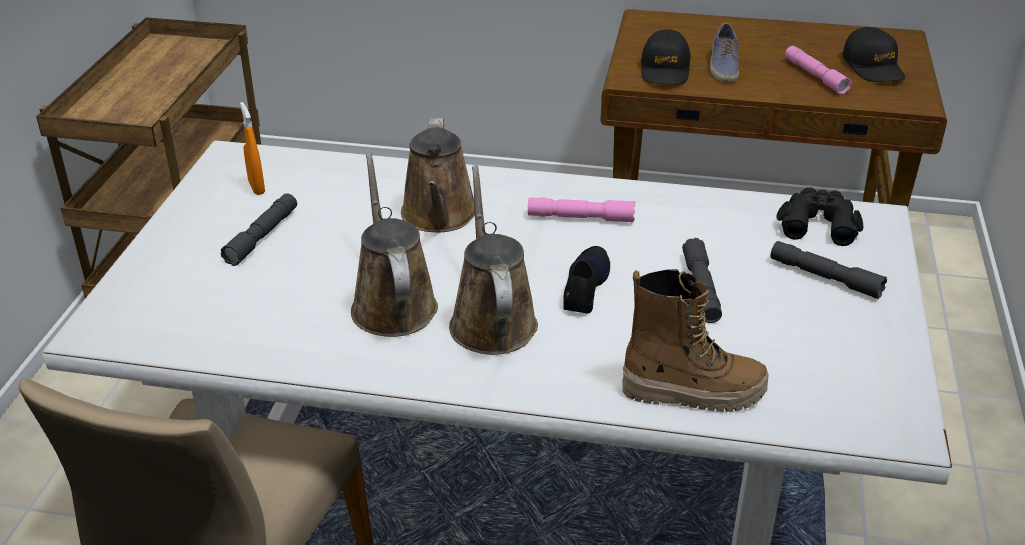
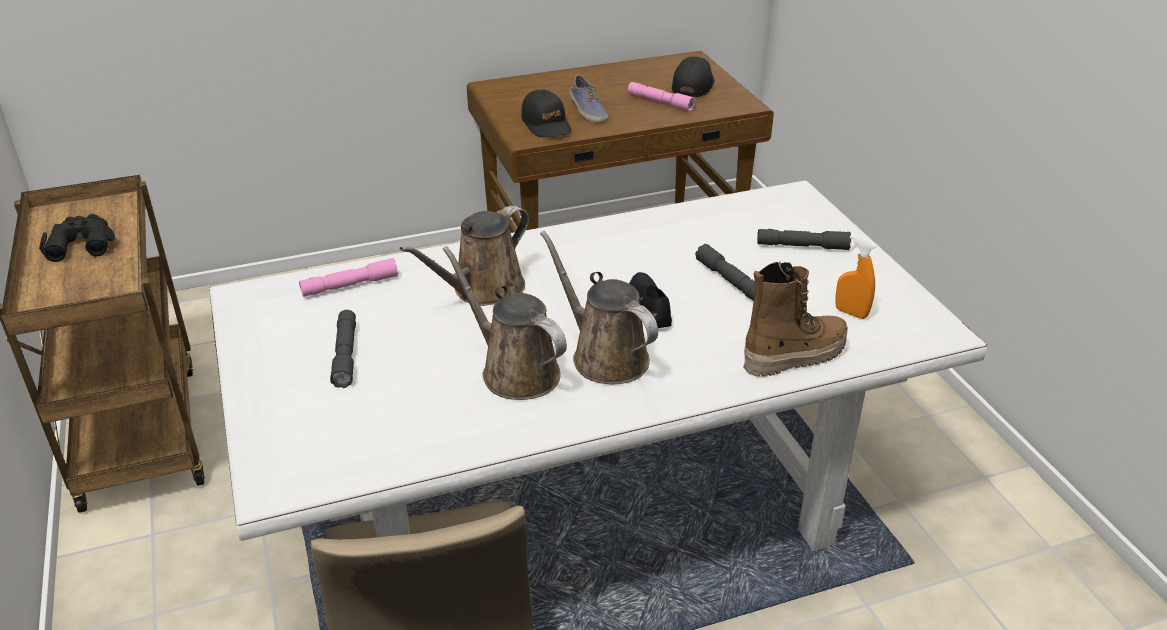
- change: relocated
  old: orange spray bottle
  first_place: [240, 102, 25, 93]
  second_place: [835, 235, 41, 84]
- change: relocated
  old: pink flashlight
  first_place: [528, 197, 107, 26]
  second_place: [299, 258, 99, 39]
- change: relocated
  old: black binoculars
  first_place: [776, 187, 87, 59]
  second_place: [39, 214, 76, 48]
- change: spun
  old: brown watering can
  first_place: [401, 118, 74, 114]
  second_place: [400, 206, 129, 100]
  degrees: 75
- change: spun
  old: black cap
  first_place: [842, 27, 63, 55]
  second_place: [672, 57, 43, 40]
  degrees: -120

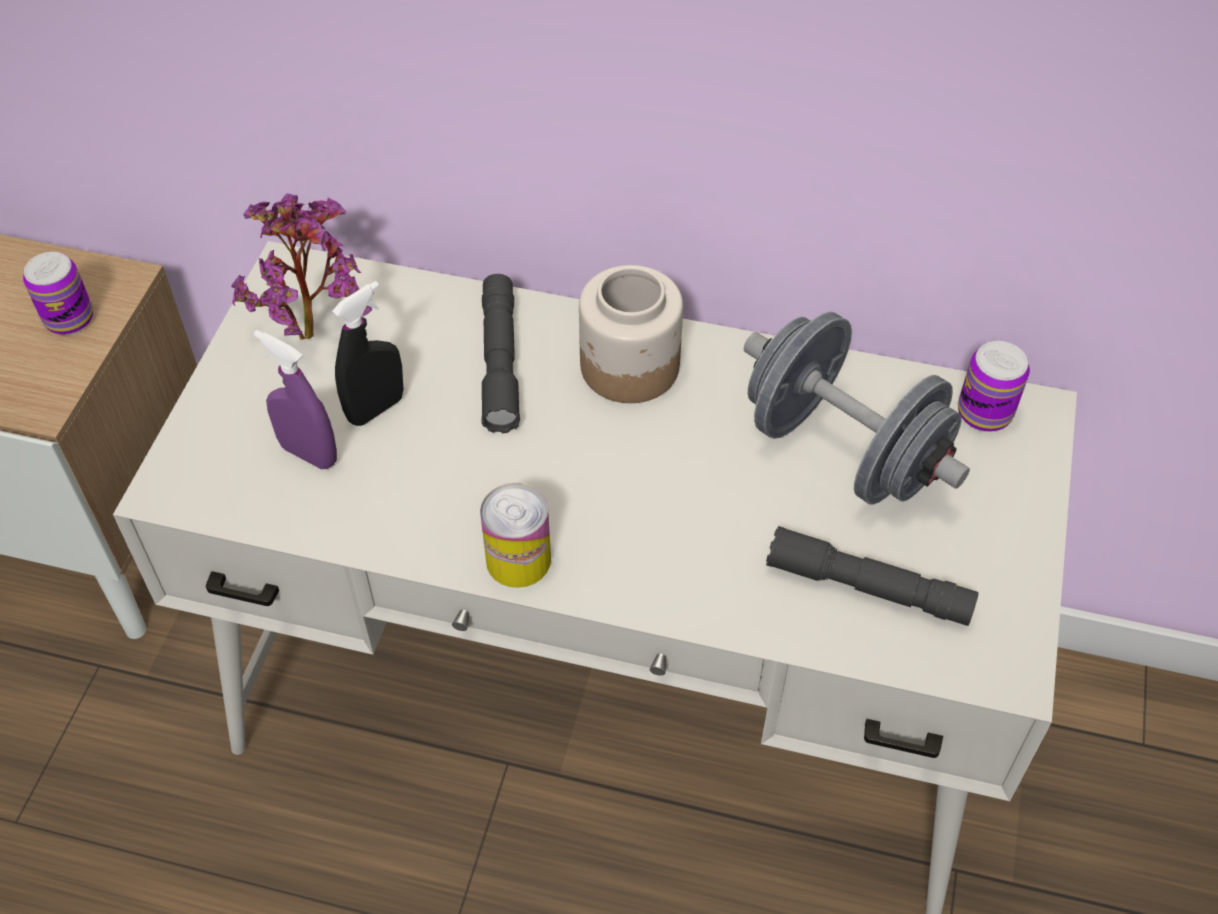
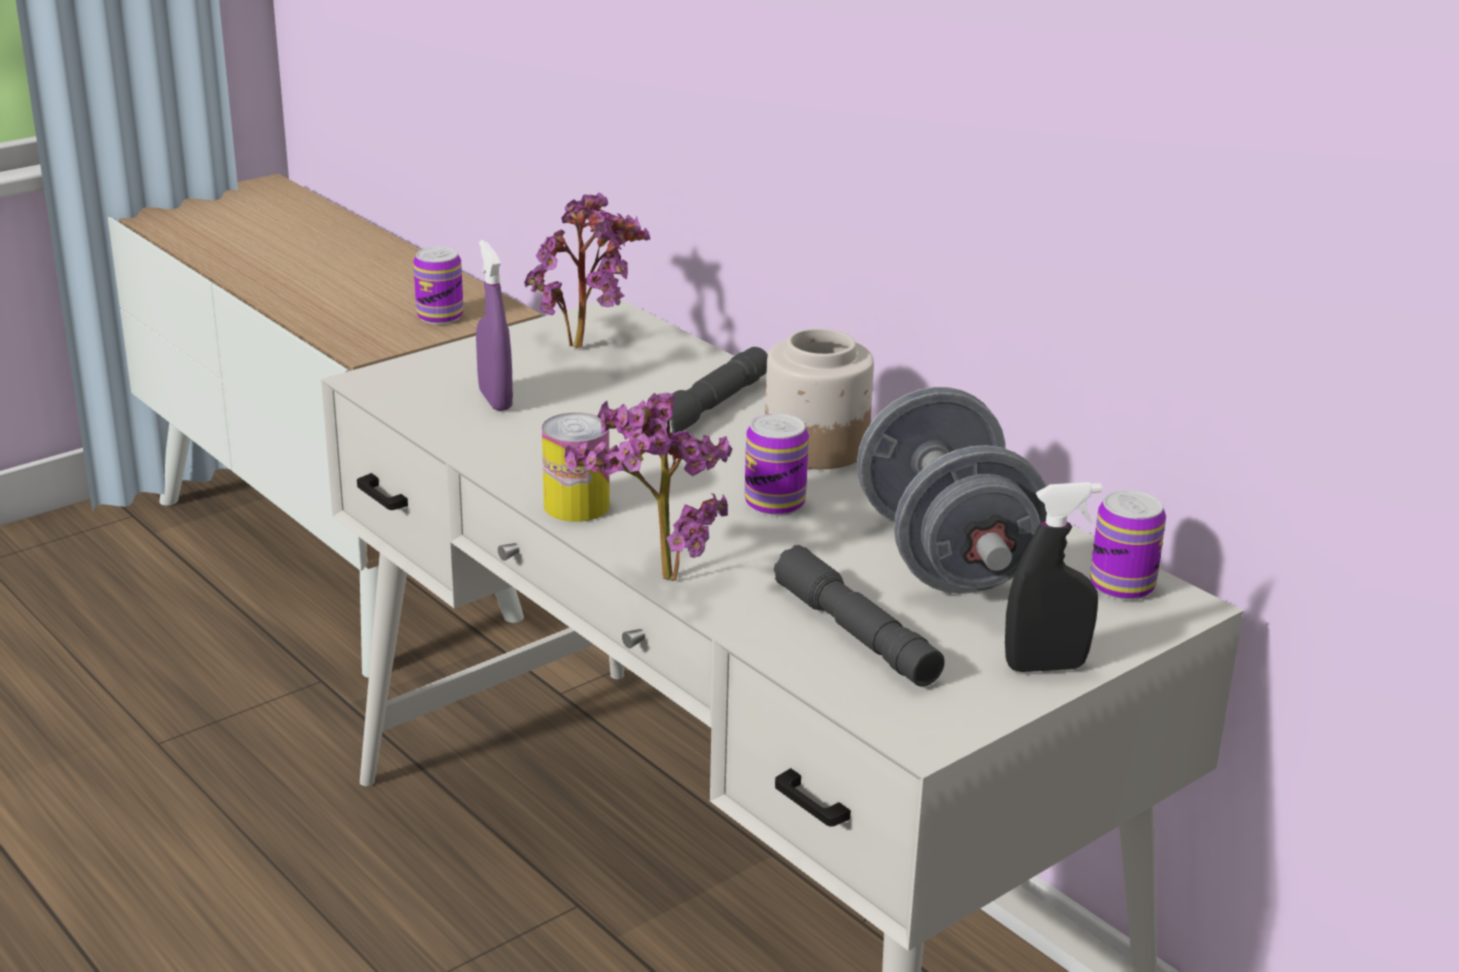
- change: appeared
  new: potted plant
  second_place: [565, 393, 167, 188]
- change: appeared
  new: can
  second_place: [745, 413, 64, 103]
- change: relocated
  old: black spray bottle
  first_place: [332, 281, 71, 145]
  second_place: [1005, 482, 97, 190]

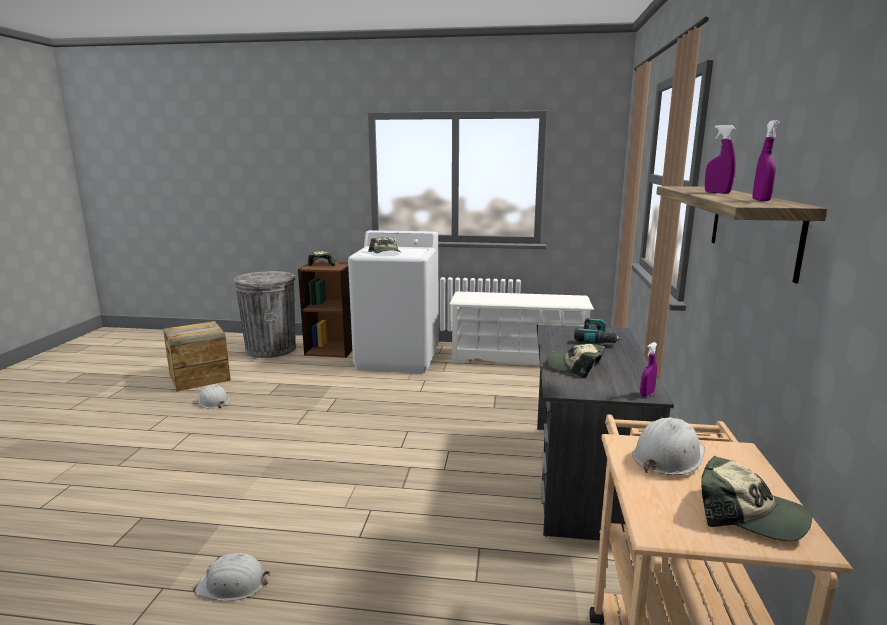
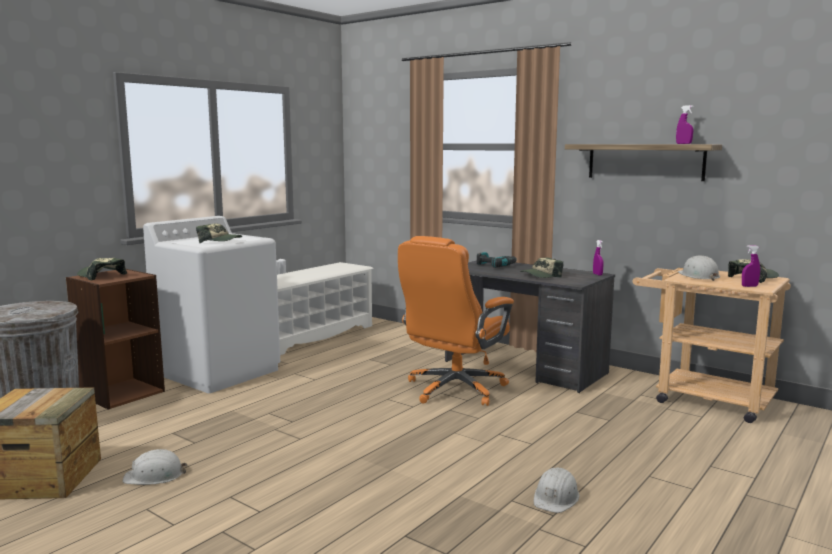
- change: appeared
  new: orange office chair
  second_place: [398, 236, 116, 170]
- change: relocated
  old: purple spray bottle
  first_place: [705, 125, 31, 69]
  second_place: [742, 245, 18, 42]

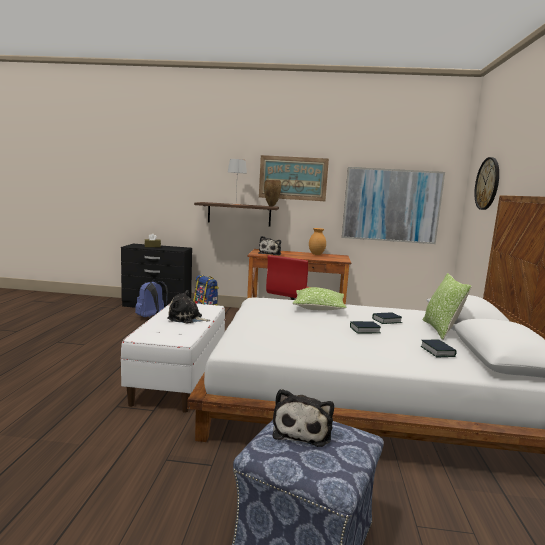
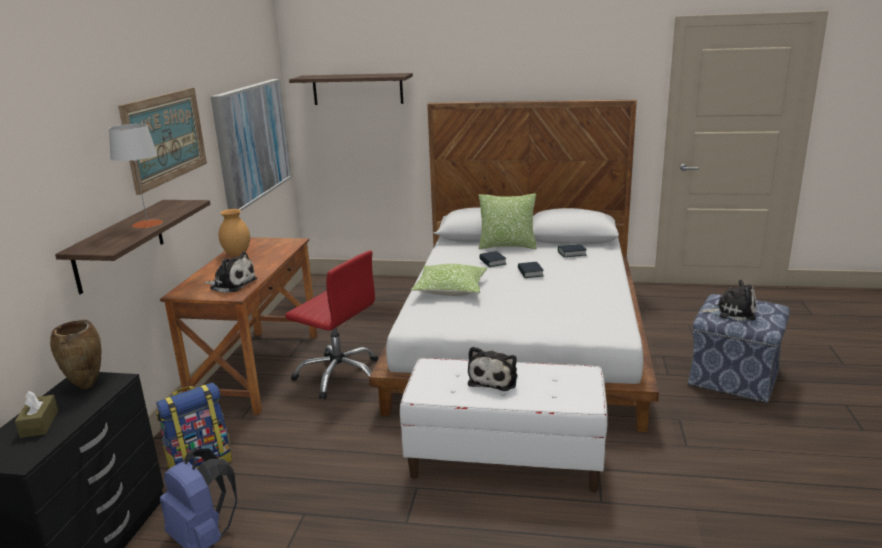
- change: relocated
  old: brown vase
  first_place: [264, 180, 17, 27]
  second_place: [50, 320, 51, 70]
- change: exchanged
  old: wall clock
  new: shelf
  first_place: [475, 157, 24, 53]
  second_place: [289, 73, 124, 32]

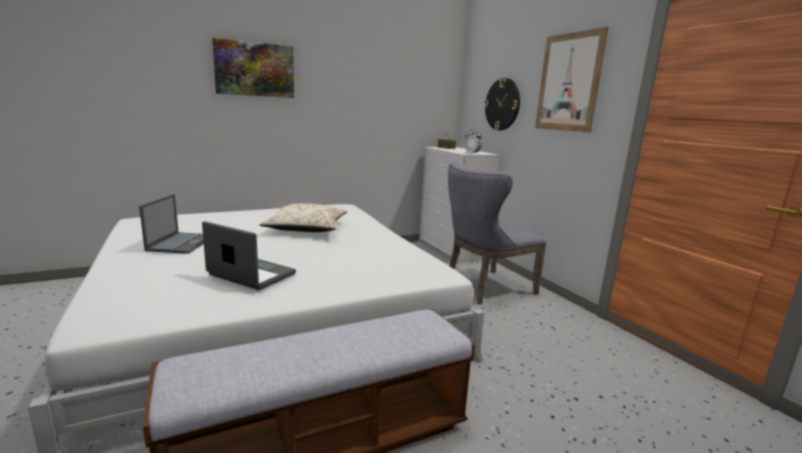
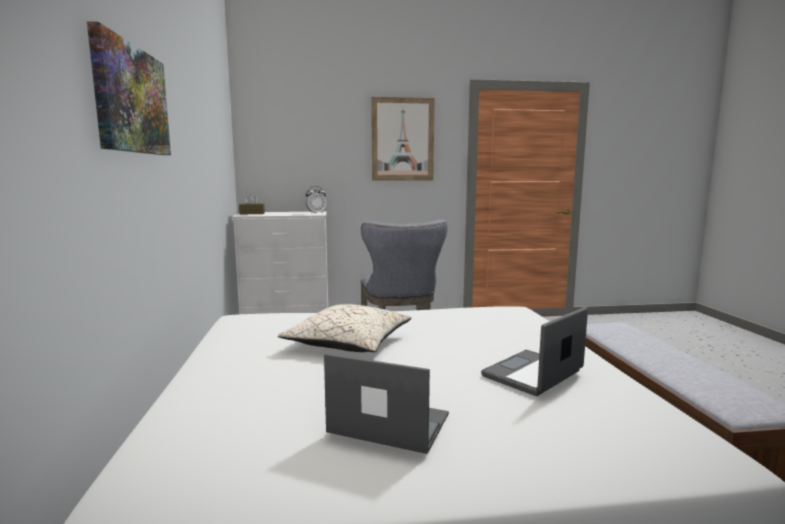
- change: missing
  old: wall clock
  first_place: [484, 78, 36, 53]

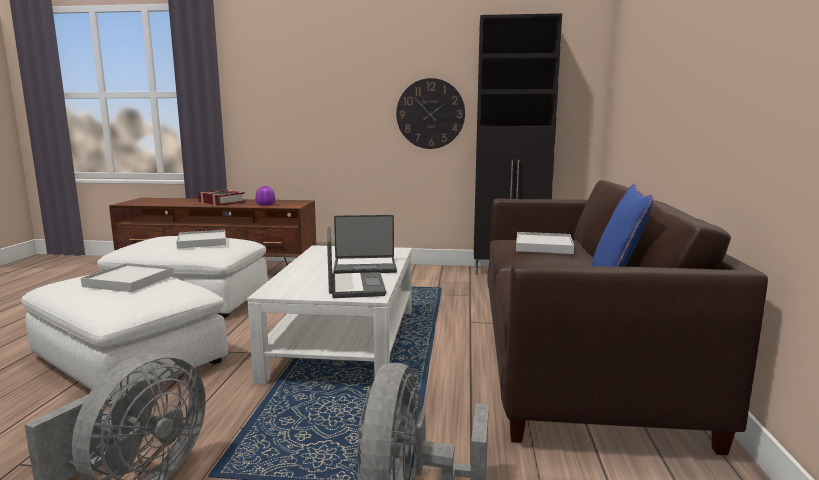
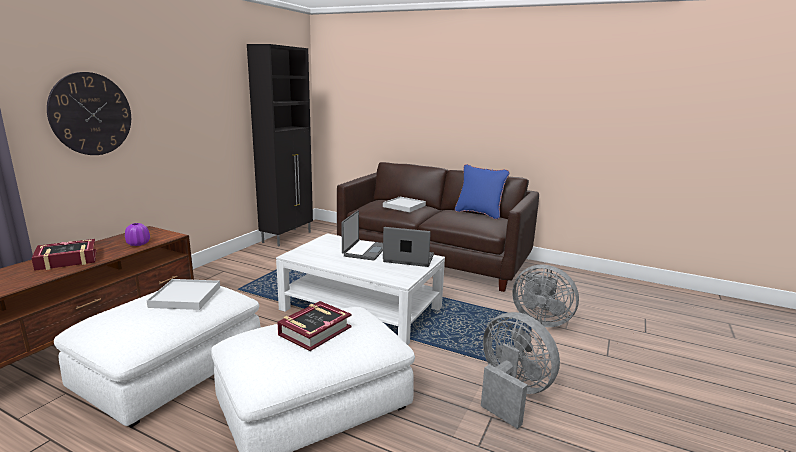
- change: relocated
  old: wall clock
  first_place: [396, 78, 69, 71]
  second_place: [47, 72, 84, 83]
- change: exchanged
  old: white tray
  new: book
  first_place: [81, 263, 93, 29]
  second_place: [277, 301, 75, 50]

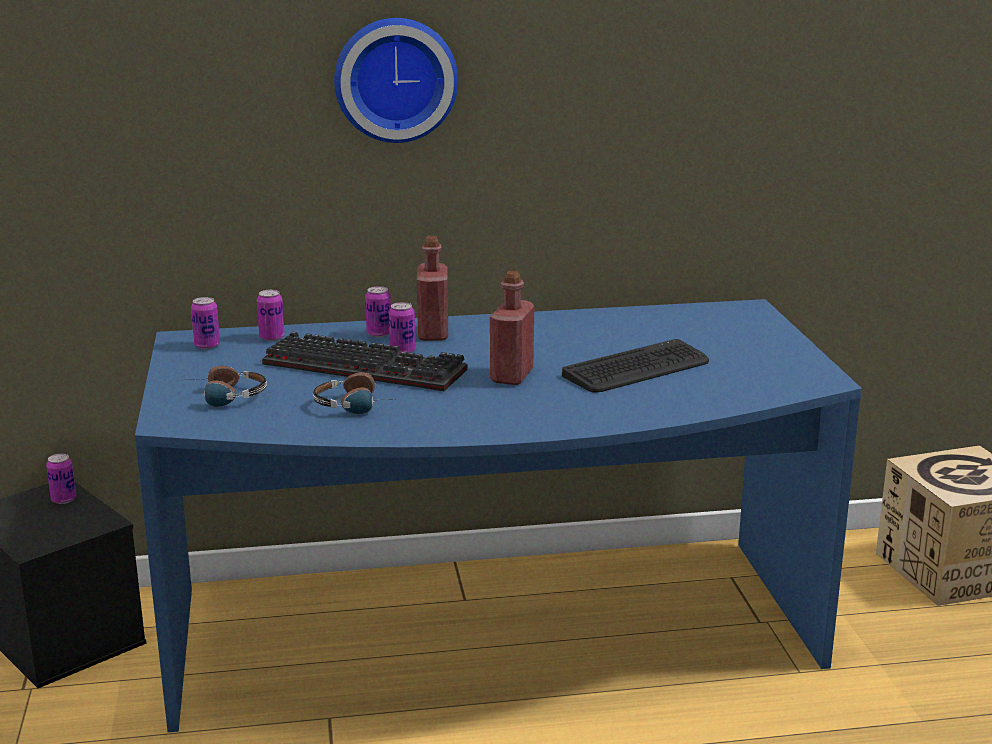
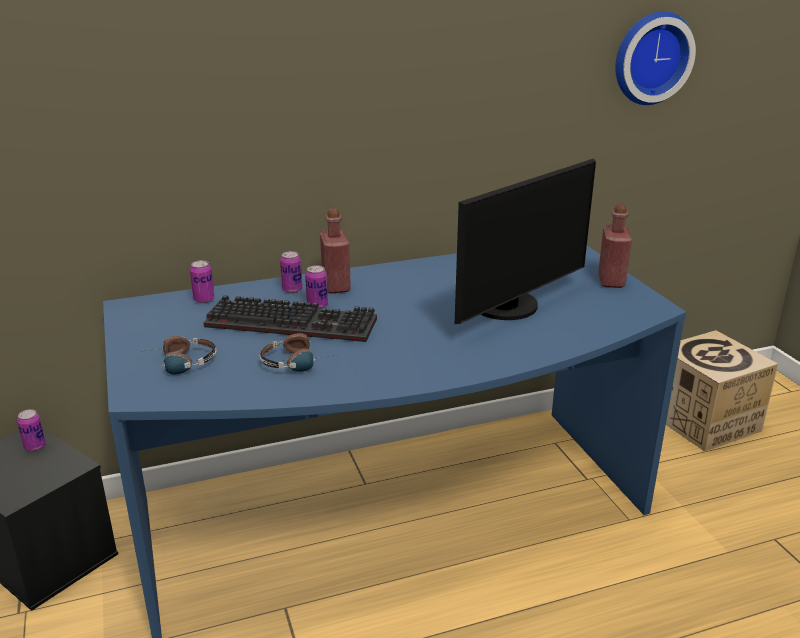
- change: missing
  old: can
  first_place: [191, 297, 29, 52]
- change: relocated
  old: wall clock
  first_place: [334, 18, 124, 125]
  second_place: [615, 11, 81, 94]
- change: relocated
  old: red bottle
  first_place: [490, 271, 44, 114]
  second_place: [598, 204, 34, 84]
- change: exchanged
  old: keyboard
  new: monitor
  first_place: [562, 339, 147, 54]
  second_place: [454, 159, 142, 166]

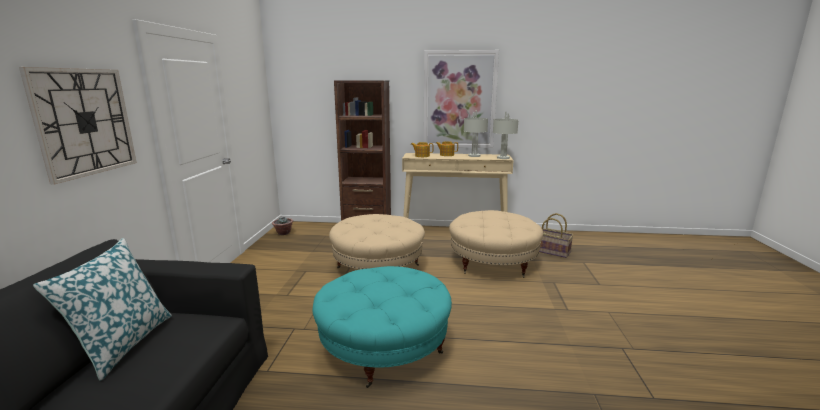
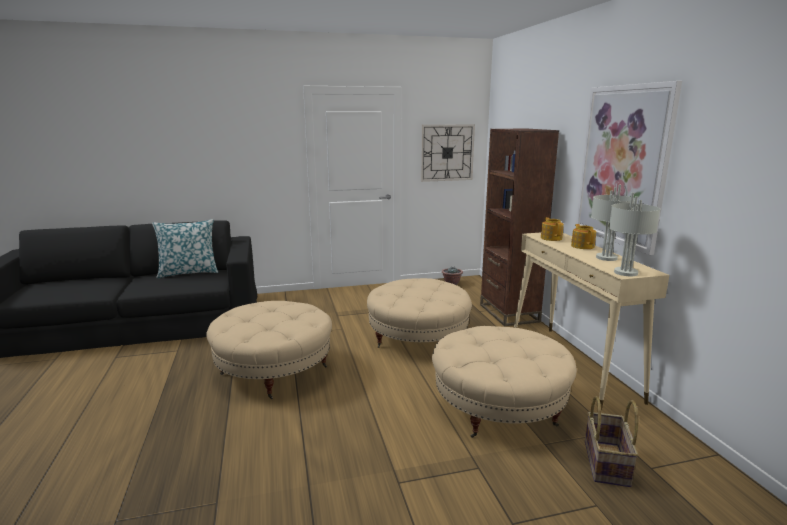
- change: relocated
  old: wall clock
  first_place: [19, 67, 118, 117]
  second_place: [421, 124, 54, 58]
- change: colour
  old: turquoise ottoman
  new: beige ottoman
  first_place: [312, 266, 140, 122]
  second_place: [206, 301, 126, 98]

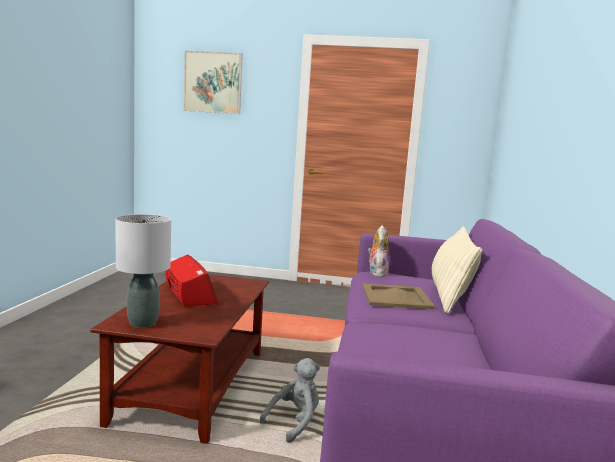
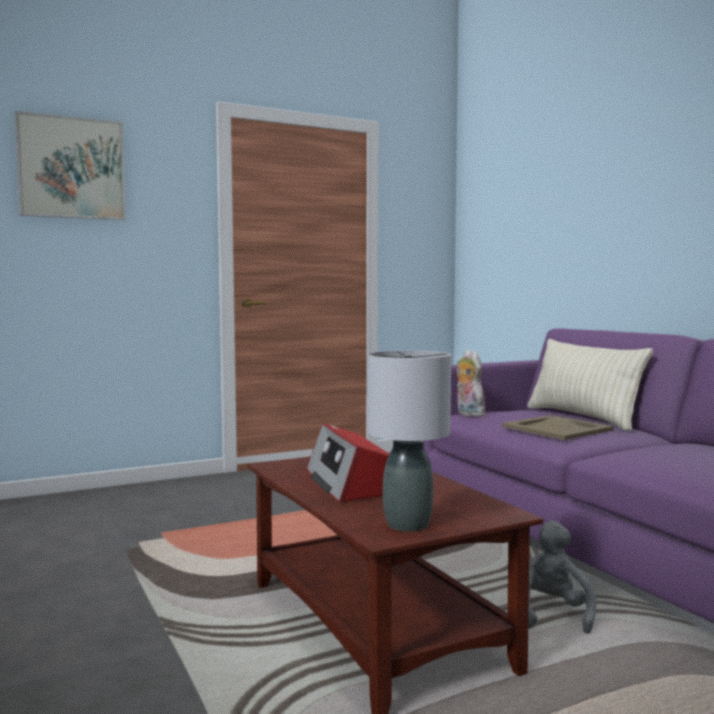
- change: spun
  old: radio
  first_place: [165, 255, 54, 51]
  second_place: [306, 423, 83, 79]
  degrees: -135

